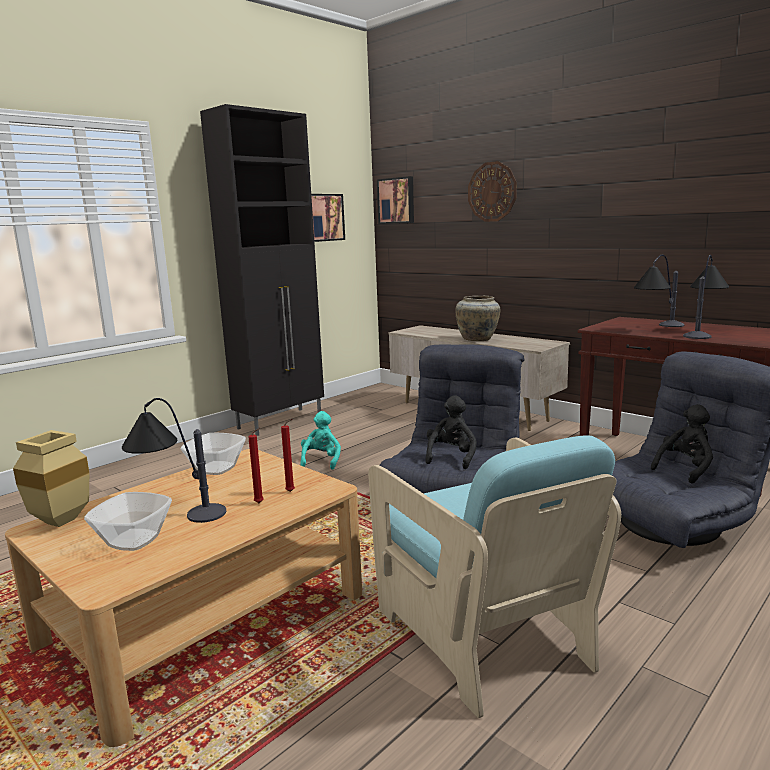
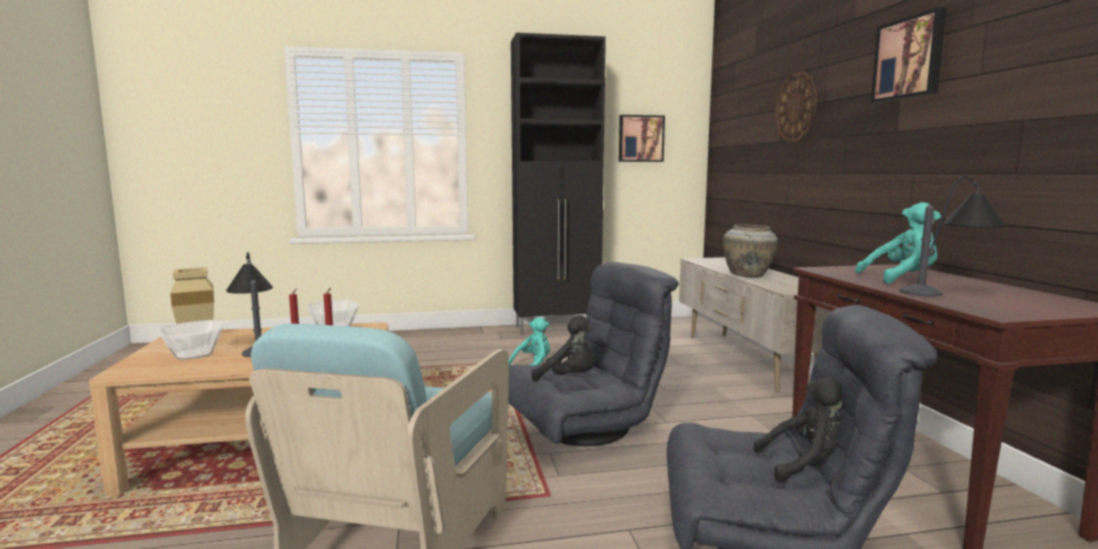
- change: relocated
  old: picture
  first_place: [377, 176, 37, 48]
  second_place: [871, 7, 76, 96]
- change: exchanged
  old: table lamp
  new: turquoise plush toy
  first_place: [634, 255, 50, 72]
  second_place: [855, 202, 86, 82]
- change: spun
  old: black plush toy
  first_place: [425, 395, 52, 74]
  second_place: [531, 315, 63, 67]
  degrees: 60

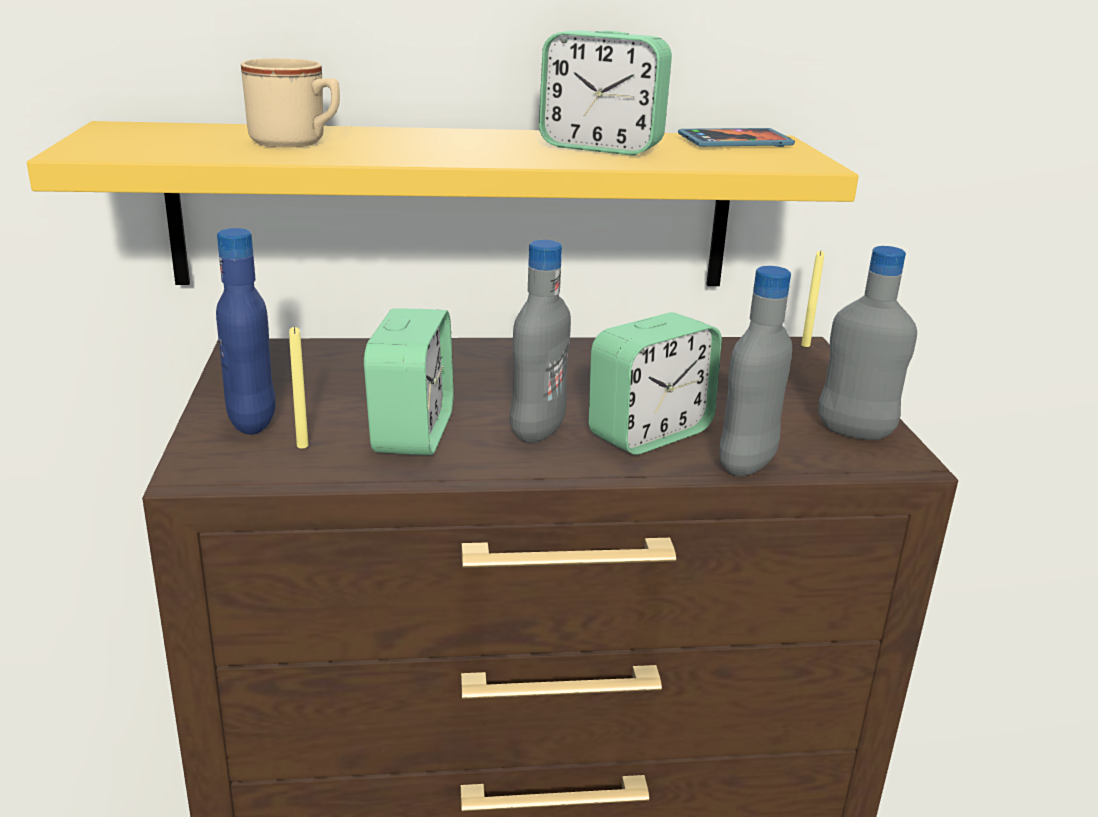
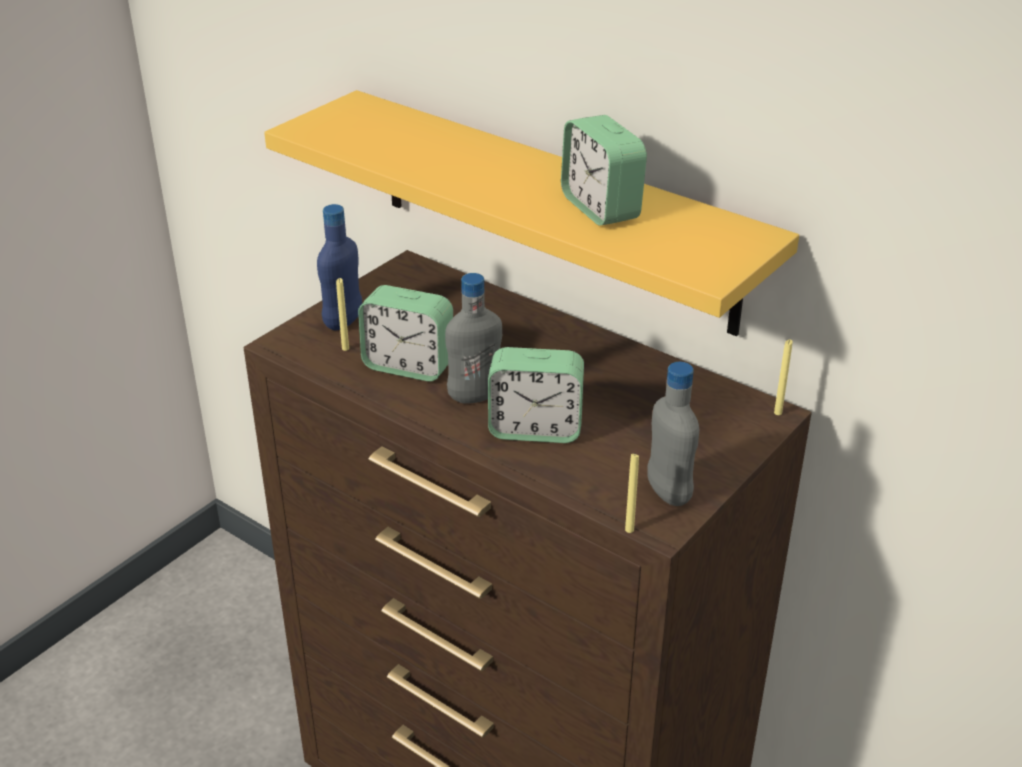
- change: missing
  old: beige mug
  first_place: [241, 58, 99, 89]
- change: missing
  old: phone
  first_place: [678, 128, 117, 19]
- change: missing
  old: grey bottle
  first_place: [719, 266, 73, 210]
- change: appeared
  new: yellow candle
  second_place: [625, 454, 14, 79]
- change: spun
  old: alarm clock
  first_place: [364, 308, 90, 147]
  second_place: [358, 285, 95, 96]
  degrees: 60

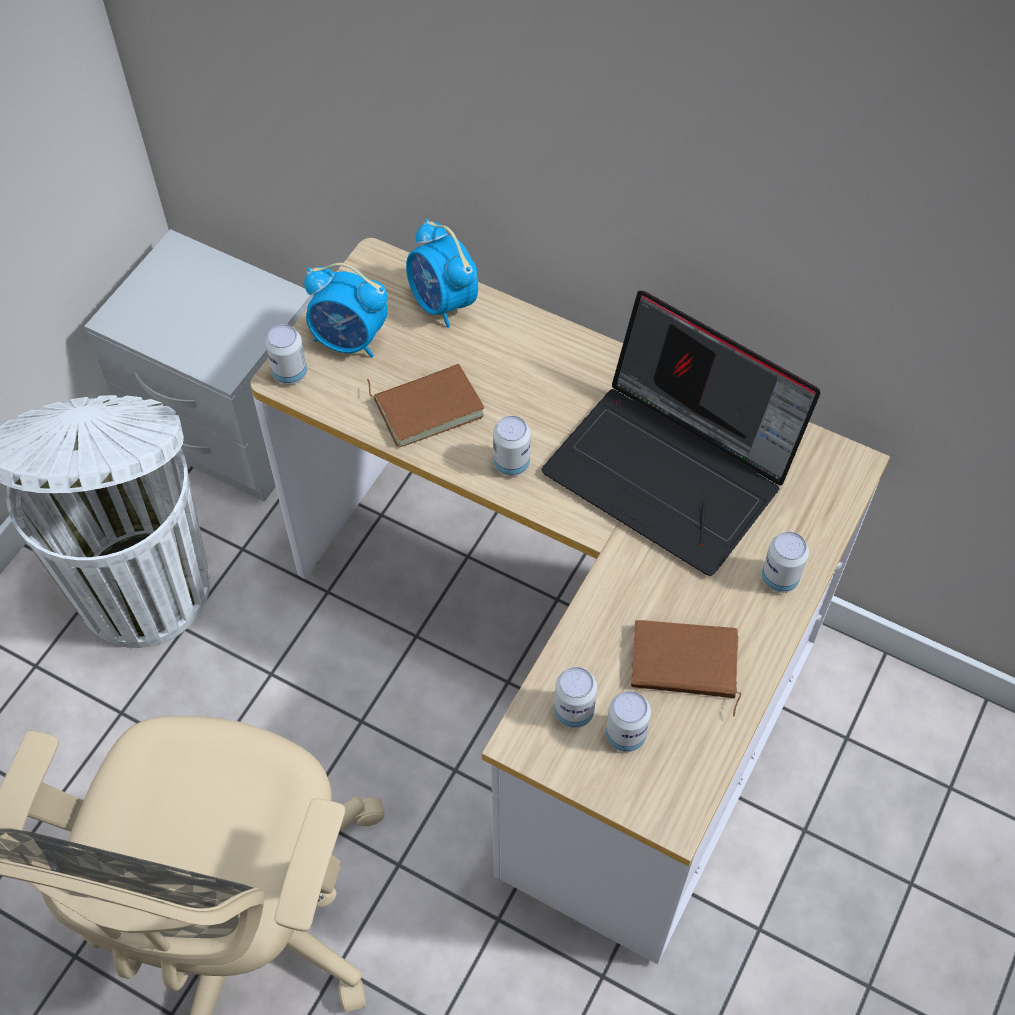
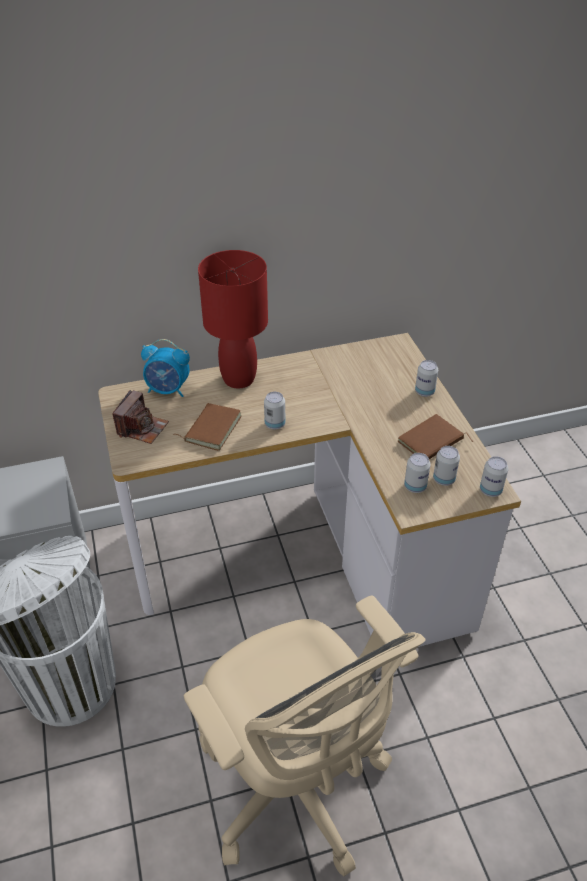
- change: missing
  old: laptop
  first_place: [541, 291, 279, 285]
- change: appeared
  new: red table lamp
  second_place: [198, 250, 70, 139]
- change: relocated
  old: can
  first_place: [266, 324, 41, 61]
  second_place: [480, 456, 28, 41]
- change: exchanged
  old: alarm clock
  new: photo camera
  first_place: [304, 263, 84, 94]
  second_place: [112, 390, 57, 54]

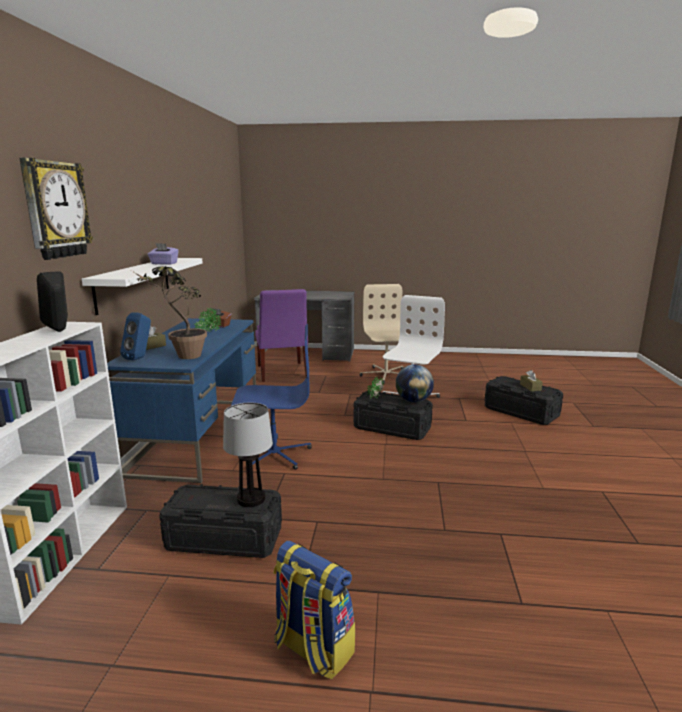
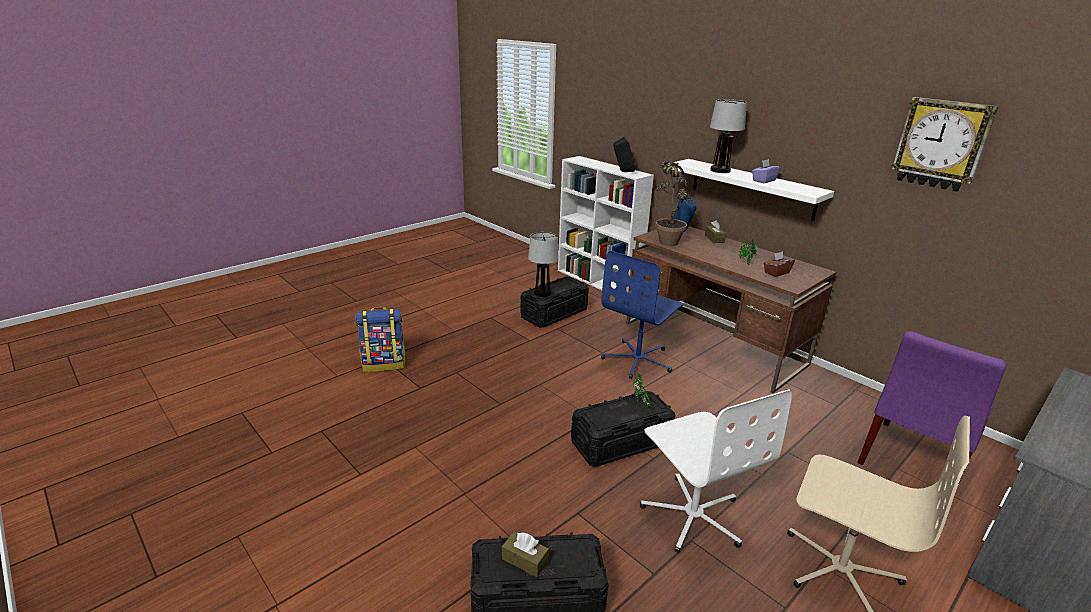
- change: missing
  old: globe
  first_place: [396, 364, 38, 38]
- change: appeared
  new: table lamp
  second_place: [710, 99, 37, 74]
- change: relocated
  old: wall clock
  first_place: [19, 158, 75, 102]
  second_place: [891, 97, 108, 95]
- change: relocated
  old: backpack
  first_place: [274, 541, 81, 138]
  second_place: [355, 307, 50, 65]
- change: colour
  old: blue desk
  new: brown desk
  first_place: [107, 318, 149, 165]
  second_place: [626, 226, 210, 167]
- change: spun
  old: purple chair
  first_place: [255, 289, 53, 93]
  second_place: [857, 331, 150, 154]
  degrees: -75

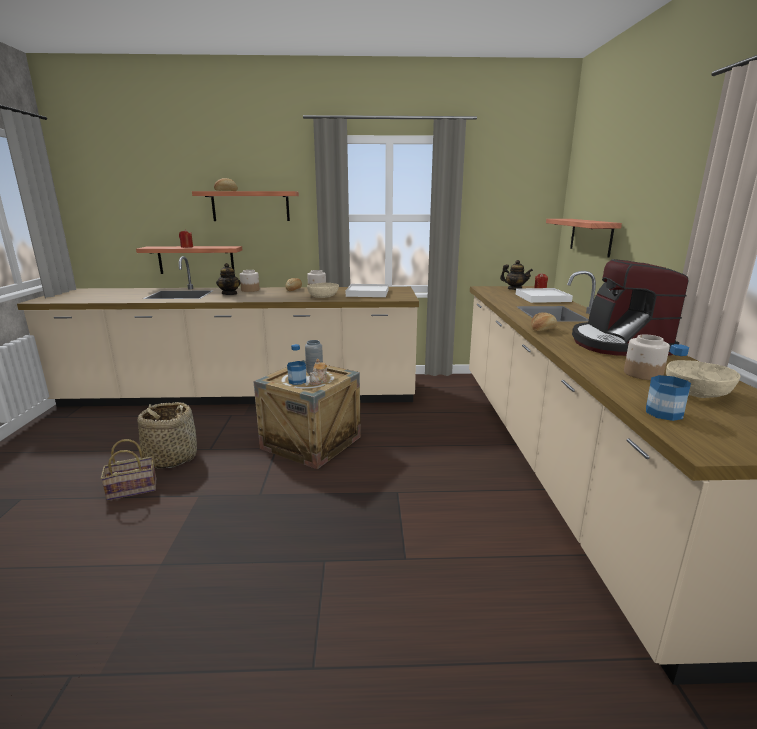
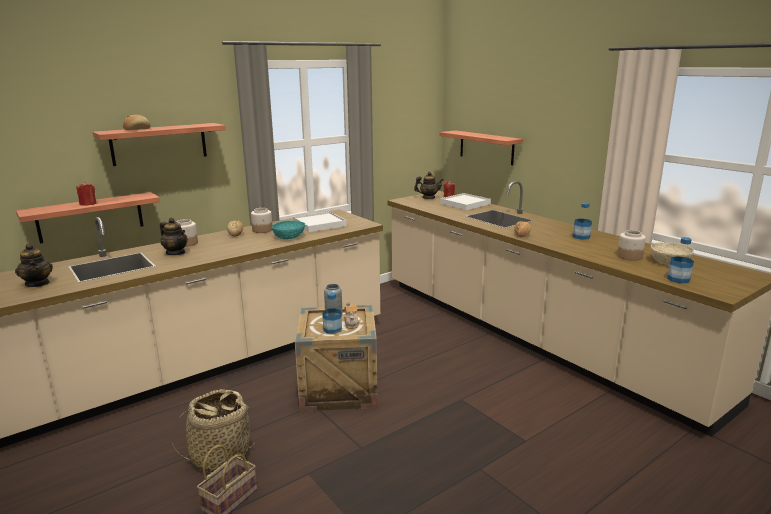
- change: appeared
  new: teapot
  second_place: [15, 243, 38, 44]
- change: exchanged
  old: coffee machine
  new: bottle
  first_place: [572, 259, 117, 97]
  second_place: [573, 203, 19, 37]
- change: colour
  old: beige bowl
  new: turquoise bowl
  first_place: [307, 283, 32, 15]
  second_place: [272, 221, 33, 18]

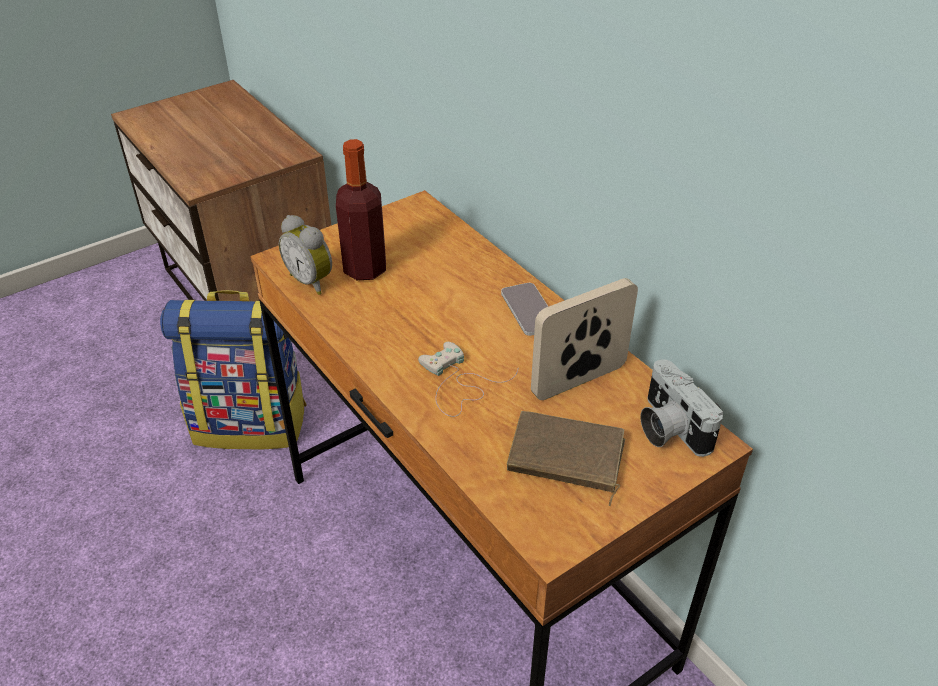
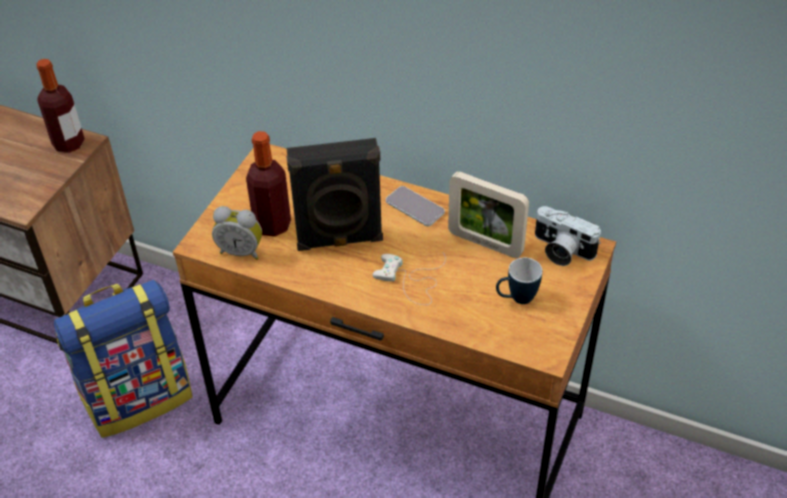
- change: appeared
  new: bottle
  second_place: [36, 59, 49, 94]
- change: appeared
  new: black speaker
  second_place: [286, 138, 97, 113]
- change: exchanged
  old: brown book
  new: mug
  first_place: [507, 411, 118, 95]
  second_place: [496, 258, 46, 46]
- change: spun
  old: picture frame
  first_place: [531, 278, 107, 122]
  second_place: [448, 171, 81, 87]
  degrees: -90

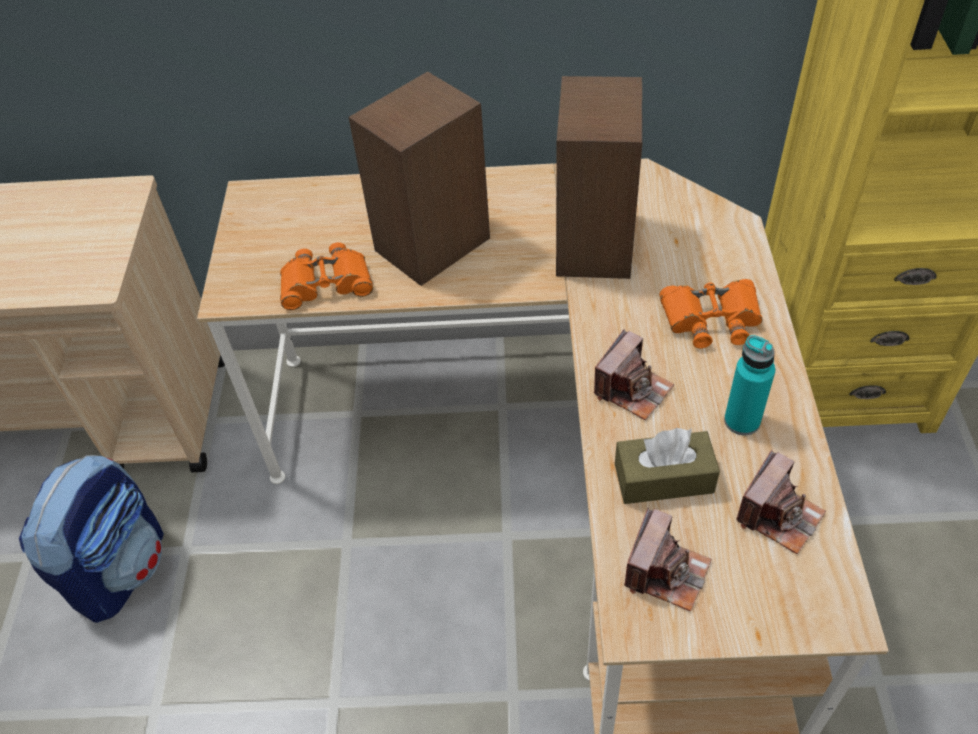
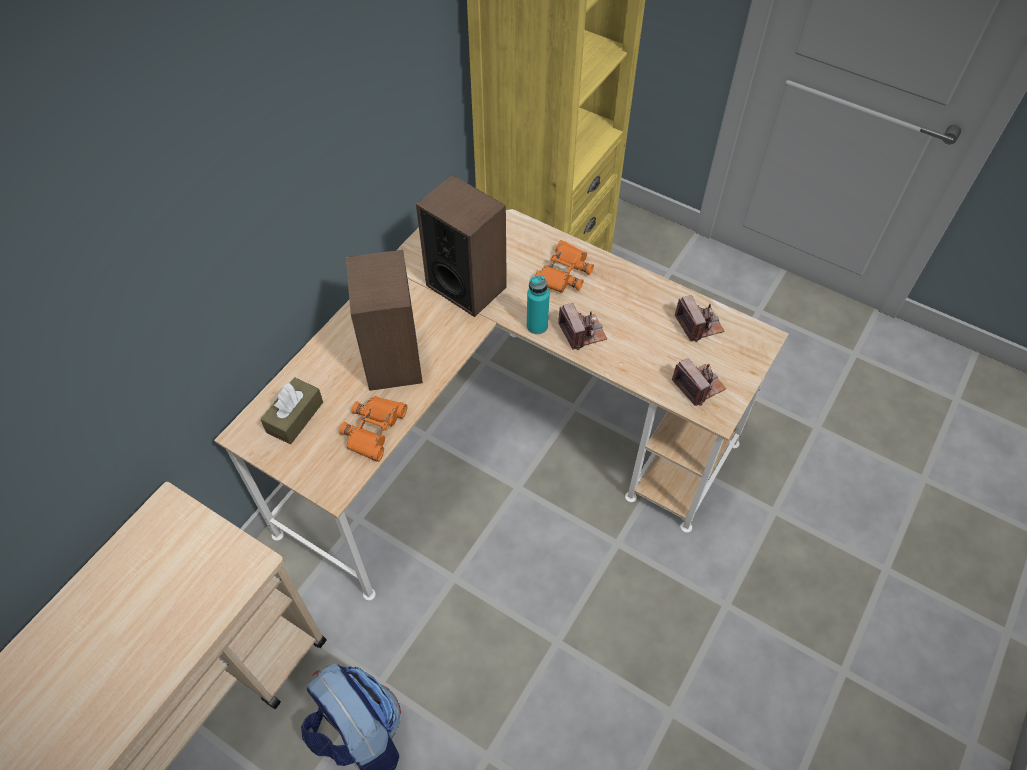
- change: relocated
  old: brown tissue box
  first_place: [615, 428, 105, 76]
  second_place: [260, 378, 63, 66]
- change: relocated
  old: turquoise bottle
  first_place: [724, 335, 51, 100]
  second_place: [527, 275, 23, 59]

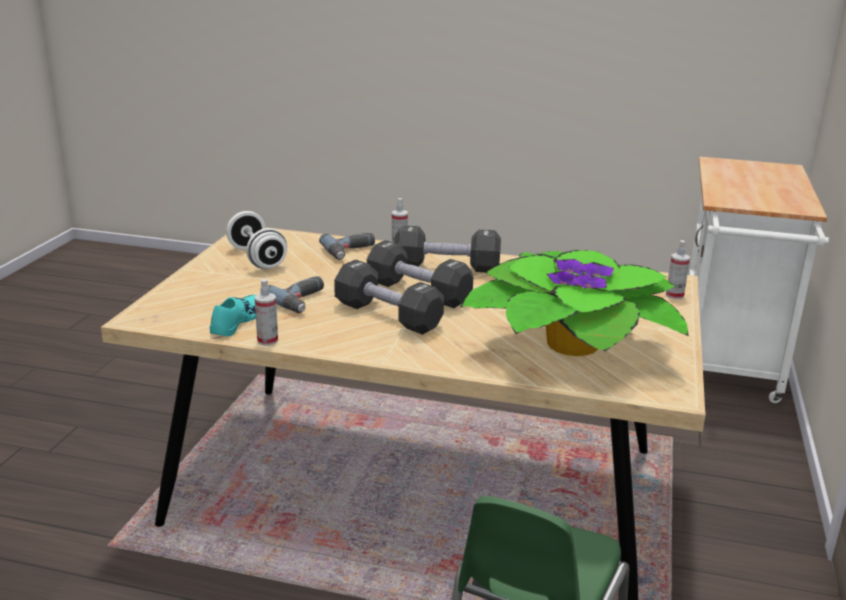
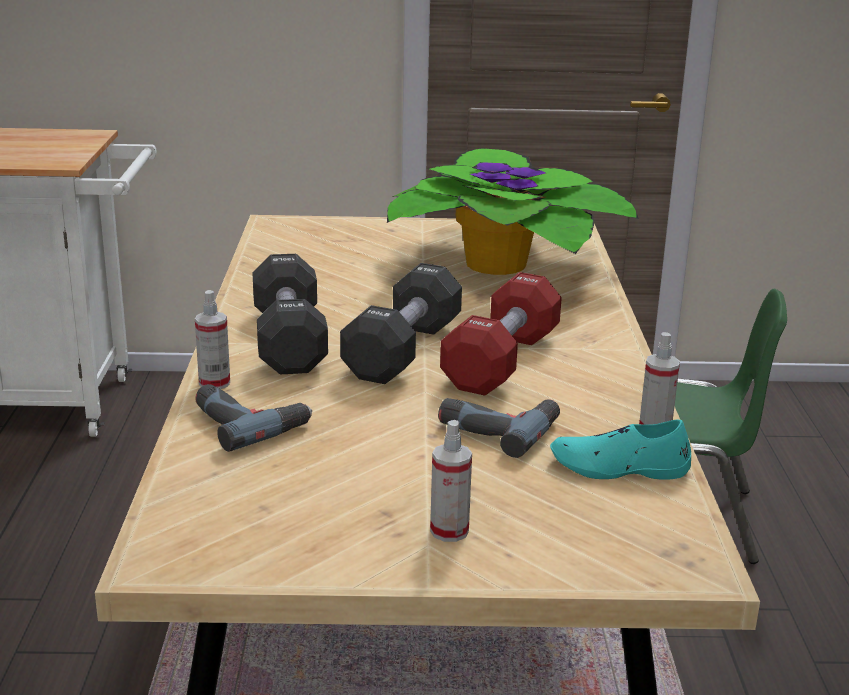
- change: missing
  old: white dumbbell
  first_place: [226, 211, 61, 58]
- change: relocated
  old: spray bottle
  first_place: [666, 240, 24, 59]
  second_place: [430, 420, 42, 122]
- change: colour
  old: black dumbbell
  new: red dumbbell
  first_place: [334, 260, 110, 75]
  second_place: [440, 272, 122, 124]

